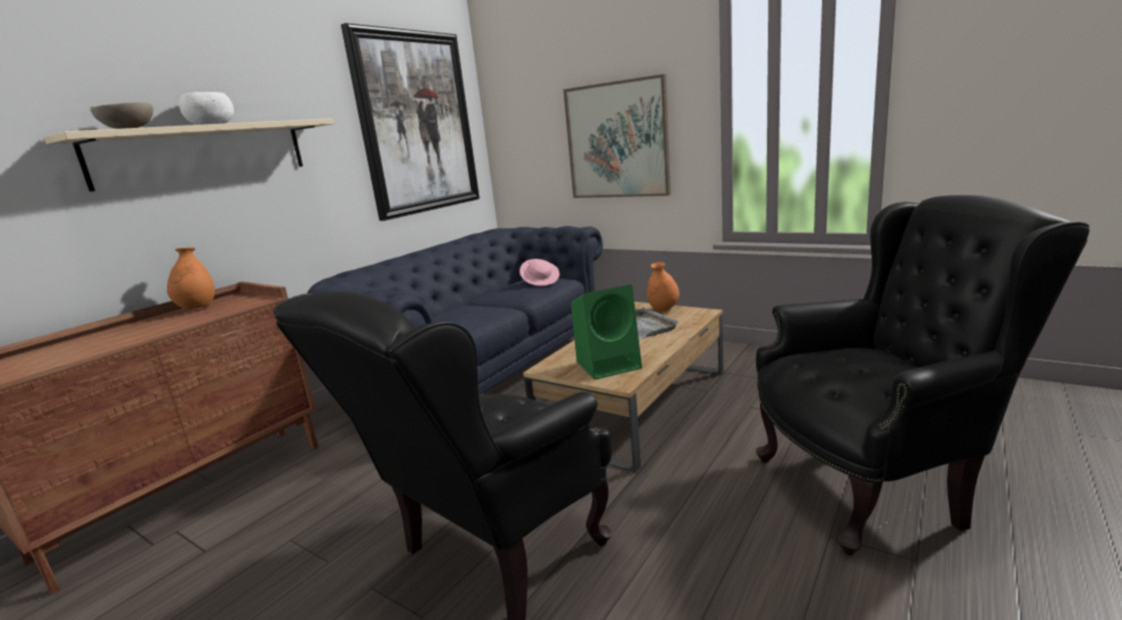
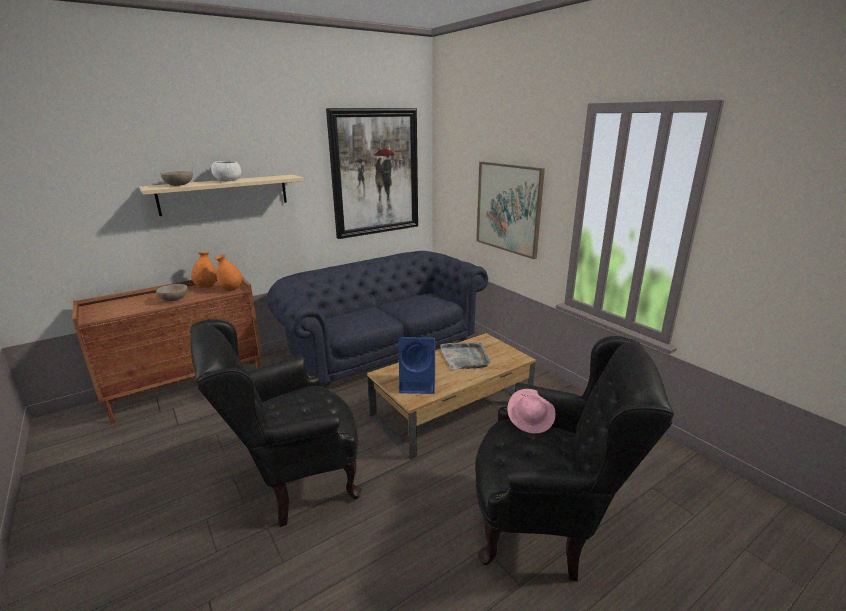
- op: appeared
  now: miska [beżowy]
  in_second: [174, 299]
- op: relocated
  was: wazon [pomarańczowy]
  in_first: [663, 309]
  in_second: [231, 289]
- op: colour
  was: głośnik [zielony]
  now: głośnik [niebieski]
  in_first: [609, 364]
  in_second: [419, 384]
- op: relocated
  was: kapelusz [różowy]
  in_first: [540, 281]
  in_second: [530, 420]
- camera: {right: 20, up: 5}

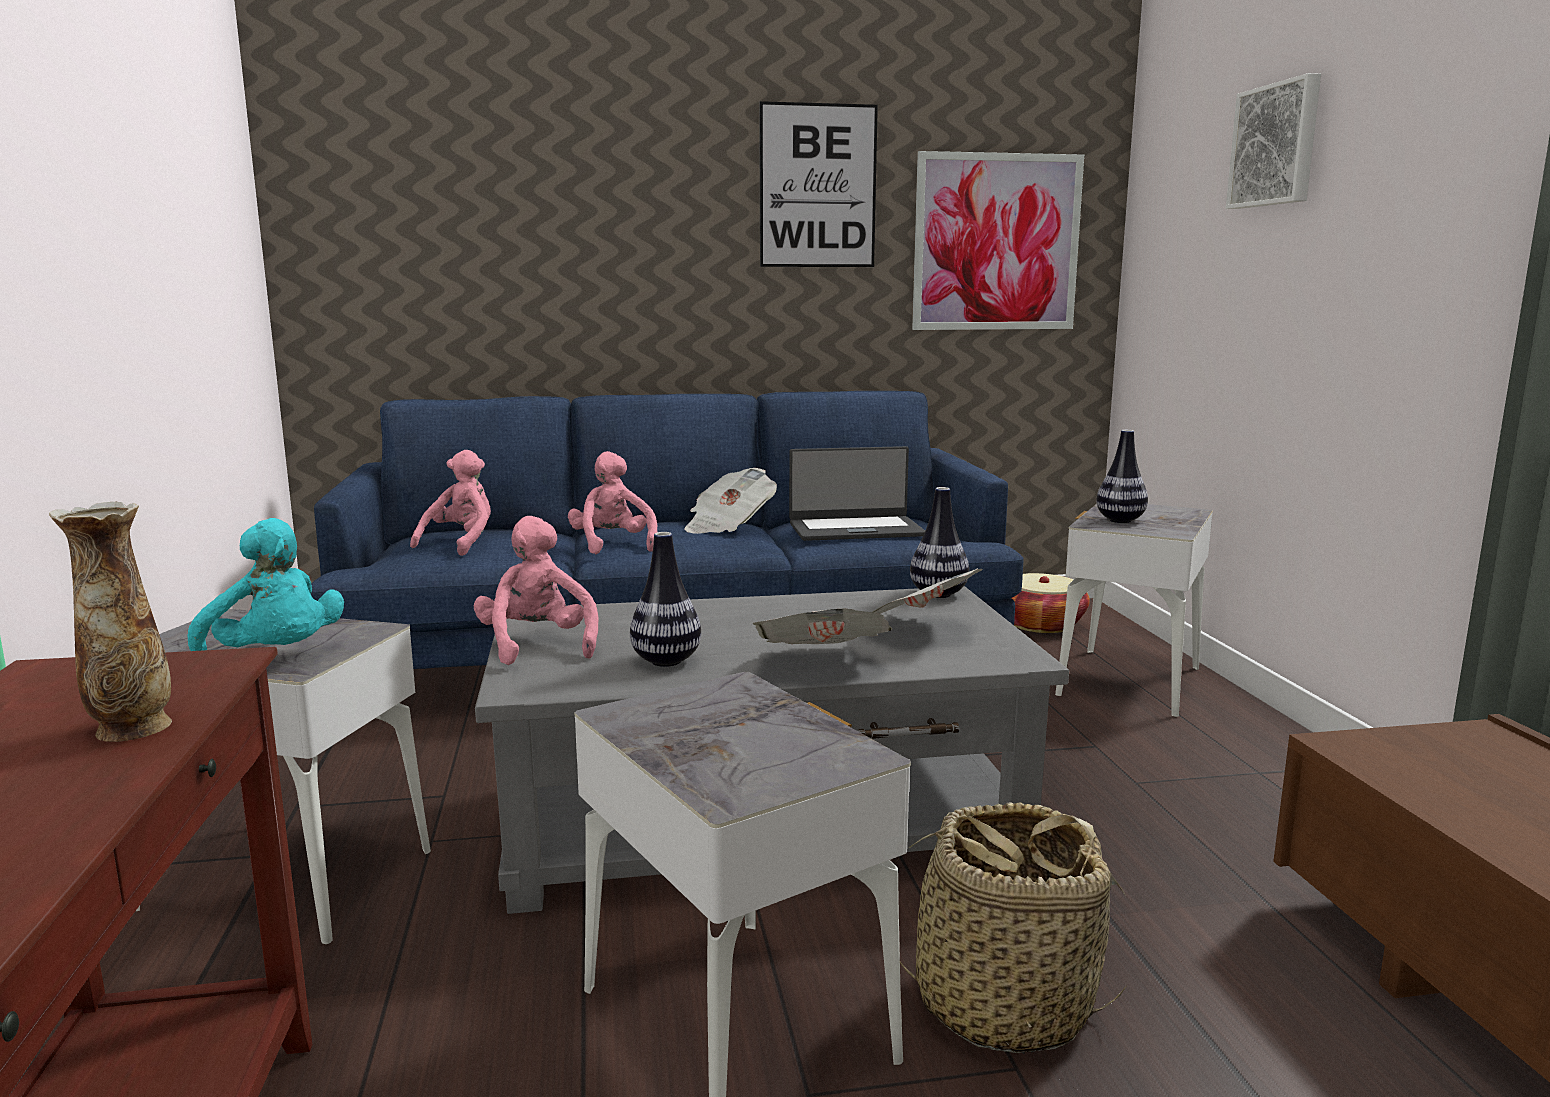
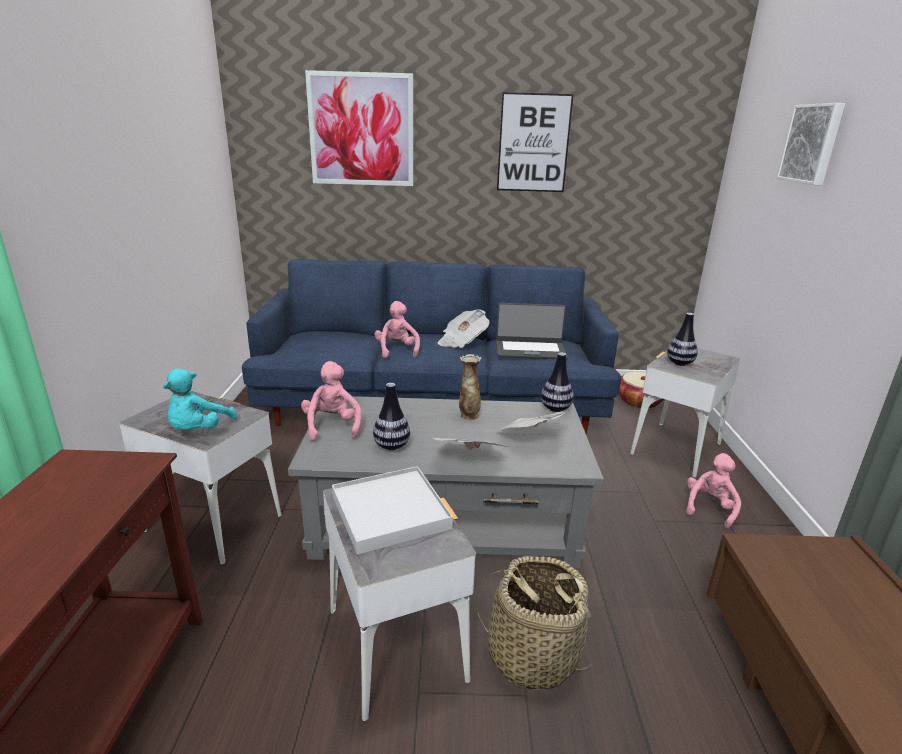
- op: spun
  was: pluszak [turkusowy]
  in_first: [276, 657]
  in_second: [199, 430]
  clockwise: 60
- op: relocated
  was: obraz
  in_first: [996, 243]
  in_second: [361, 130]
- op: appeared
  now: taca [biały]
  in_second: [389, 512]
- op: relocated
  was: wazon
  in_first: [131, 728]
  in_second: [469, 415]
- op: relocated
  was: pluszak [różowy]
  in_first: [461, 544]
  in_second: [709, 508]
- camera: {right: 10, up: 10}

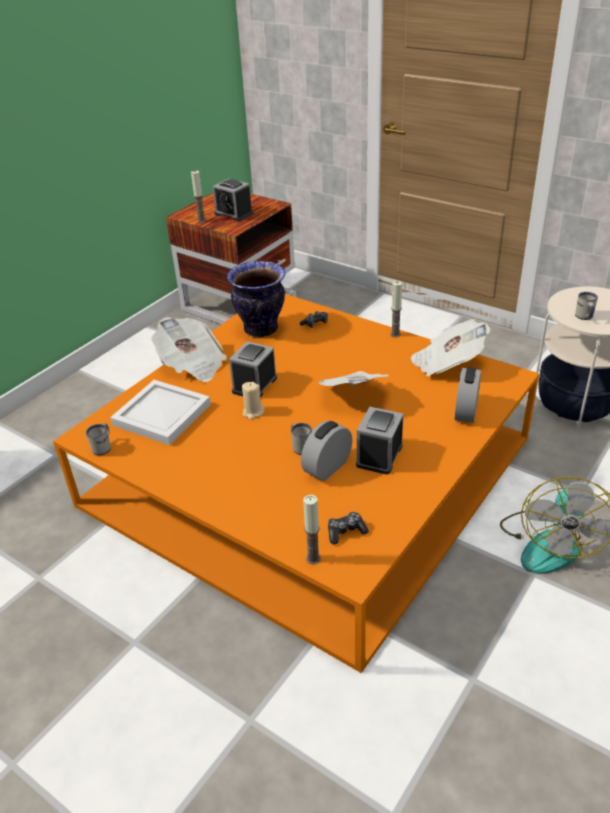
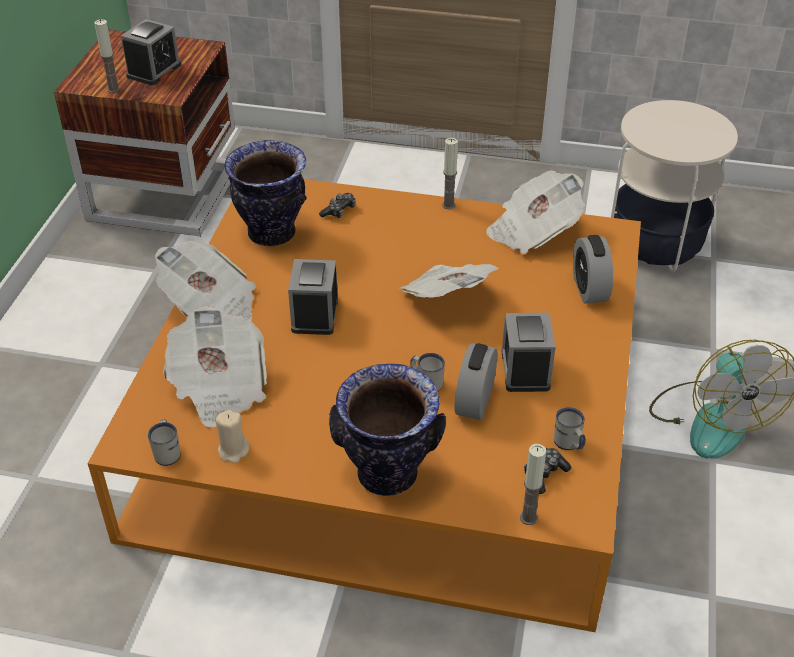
- op: spun
  was: budzik
  in_first: [234, 213]
  in_second: [154, 70]
  clockwise: -75
- op: exchanged
  was: taca [biały]
  now: gazeta
  in_first: [162, 415]
  in_second: [219, 387]
- op: relocated
  was: świeca [beżowy]
  in_first: [253, 412]
  in_second: [233, 451]
- op: appeared
  now: wazon
  in_second: [387, 475]
- op: relocated
  was: kubek [biały]
  in_first: [584, 317]
  in_second: [569, 445]
- camera: {right: -25, up: 5}

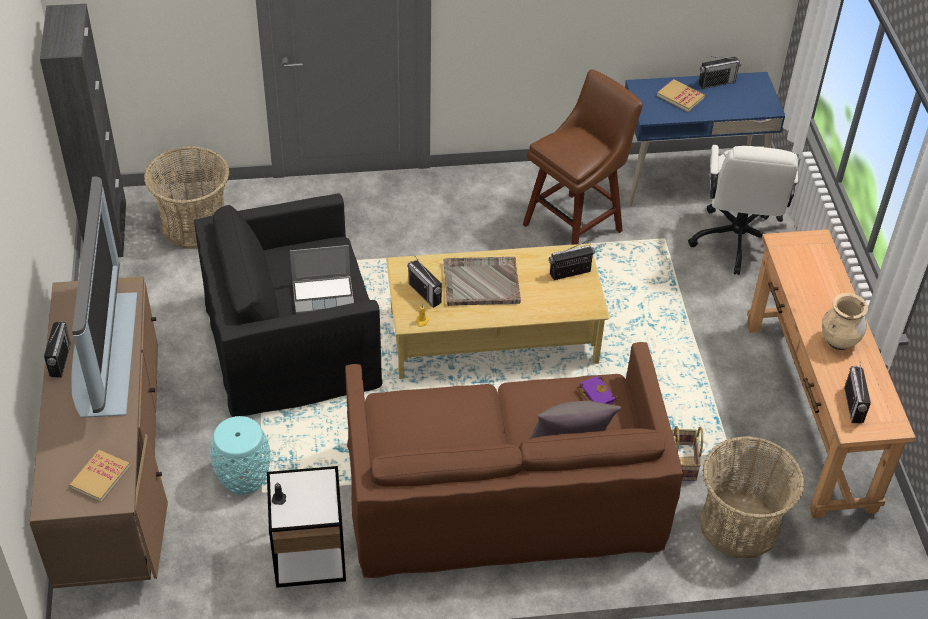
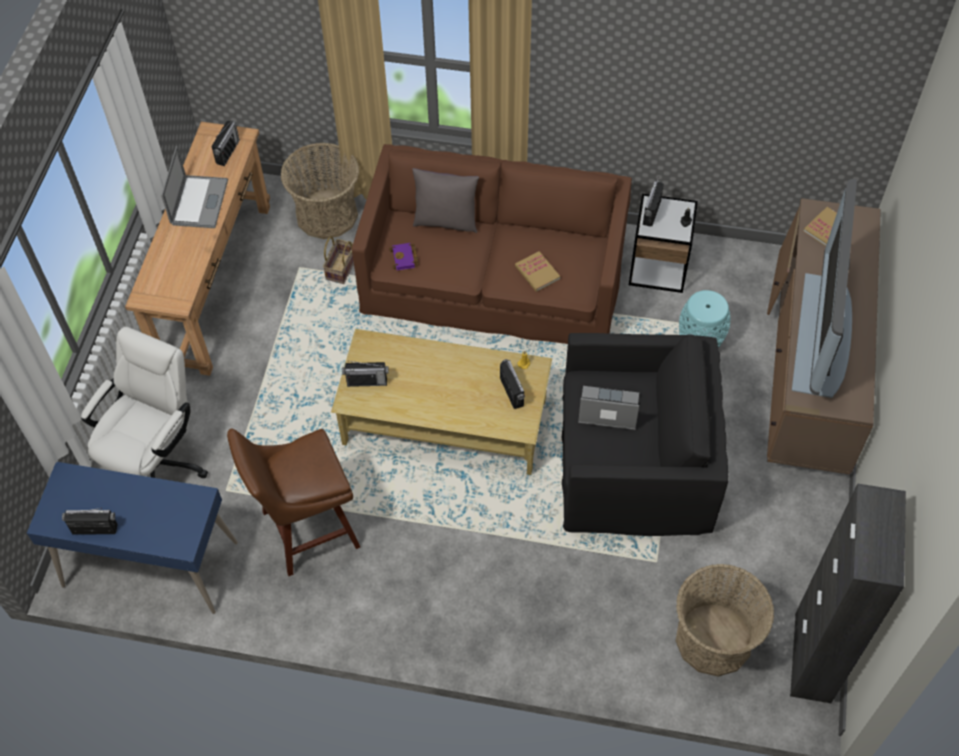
- op: exchanged
  was: wazon [beżowy]
  now: laptop
  in_first: [839, 341]
  in_second: [199, 202]
- op: relocated
  was: książka
  in_first: [680, 97]
  in_second: [537, 272]
- op: relocated
  was: radio
  in_first: [60, 360]
  in_second: [651, 212]
- op: missing
  was: taca [szary]
  in_first: [480, 282]
- camera: {right: -160, up: 10}

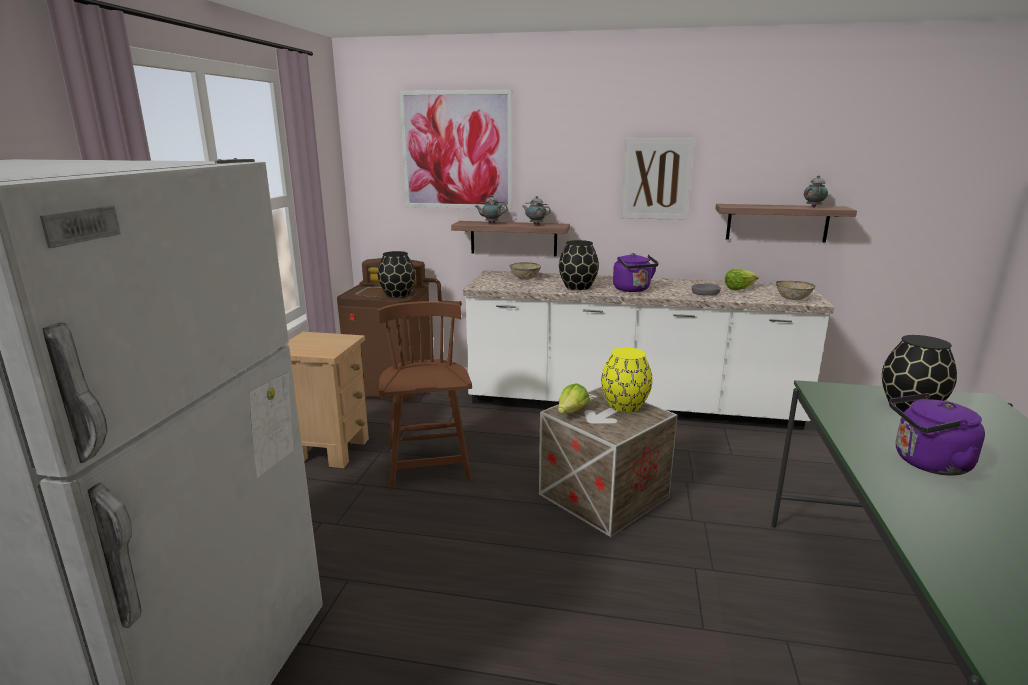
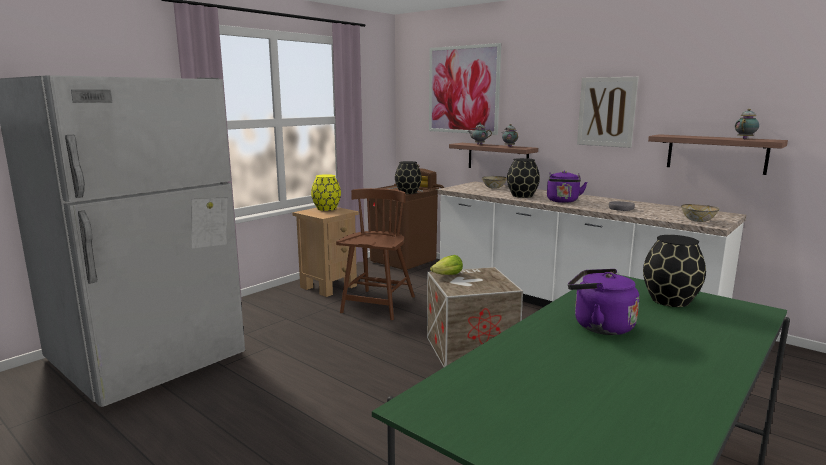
- op: relocated
  was: wazon [żółty]
  in_first: [625, 406]
  in_second: [326, 209]
- op: missing
  was: sałata
  in_first: [739, 288]
- camera: {right: 30, up: -5}

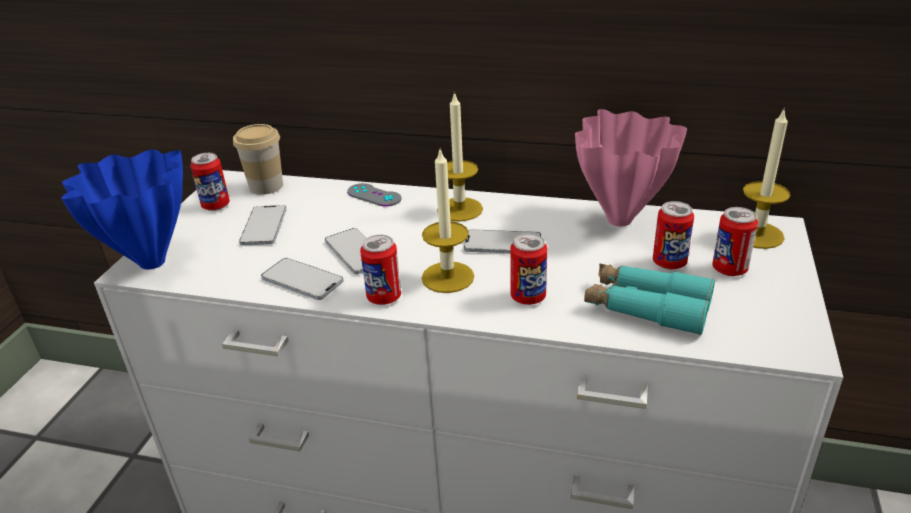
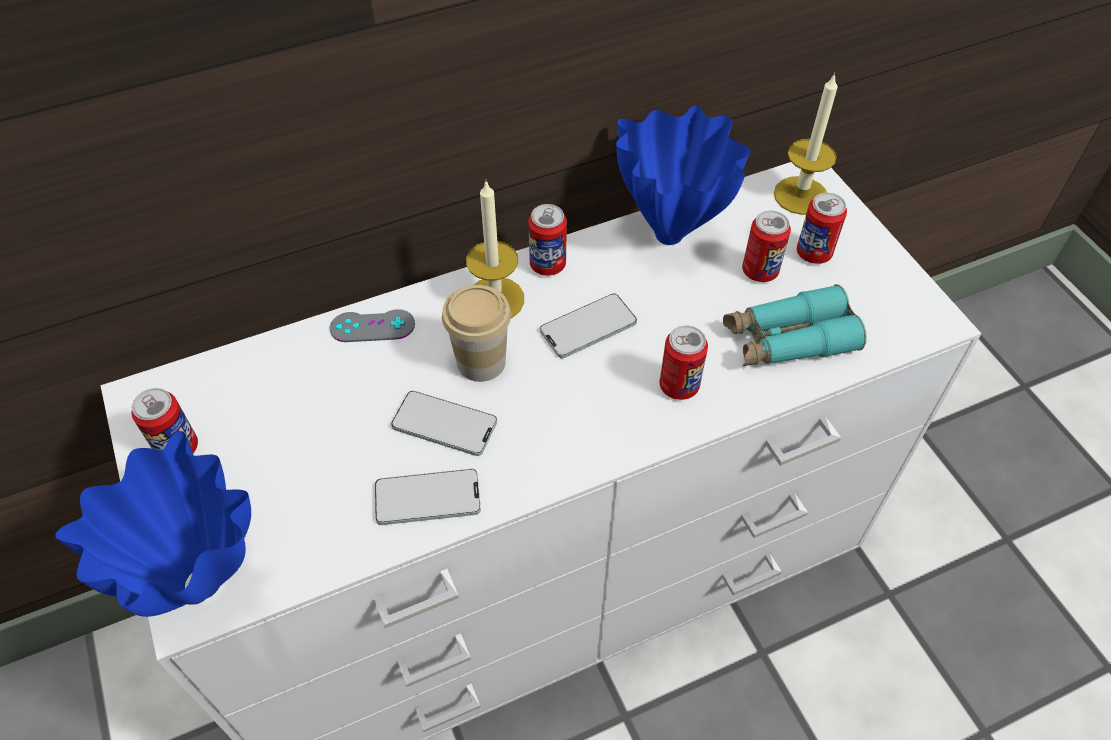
- op: relocated
  was: filiżanka
  in_first: [266, 186]
  in_second: [481, 362]
- op: relocated
  was: puszka
  in_first: [384, 297]
  in_second: [547, 265]
- op: colour
  was: wazon [różowy]
  now: wazon [niebieski]
  in_first: [620, 221]
  in_second: [671, 236]
- op: missing
  was: telefon
  in_first: [264, 226]
- op: missing
  was: świeca
  in_first: [447, 277]
- camera: {right: -40, up: 20}

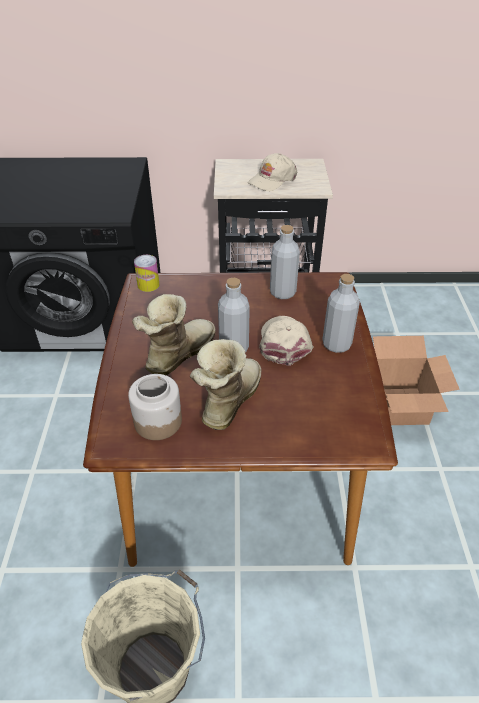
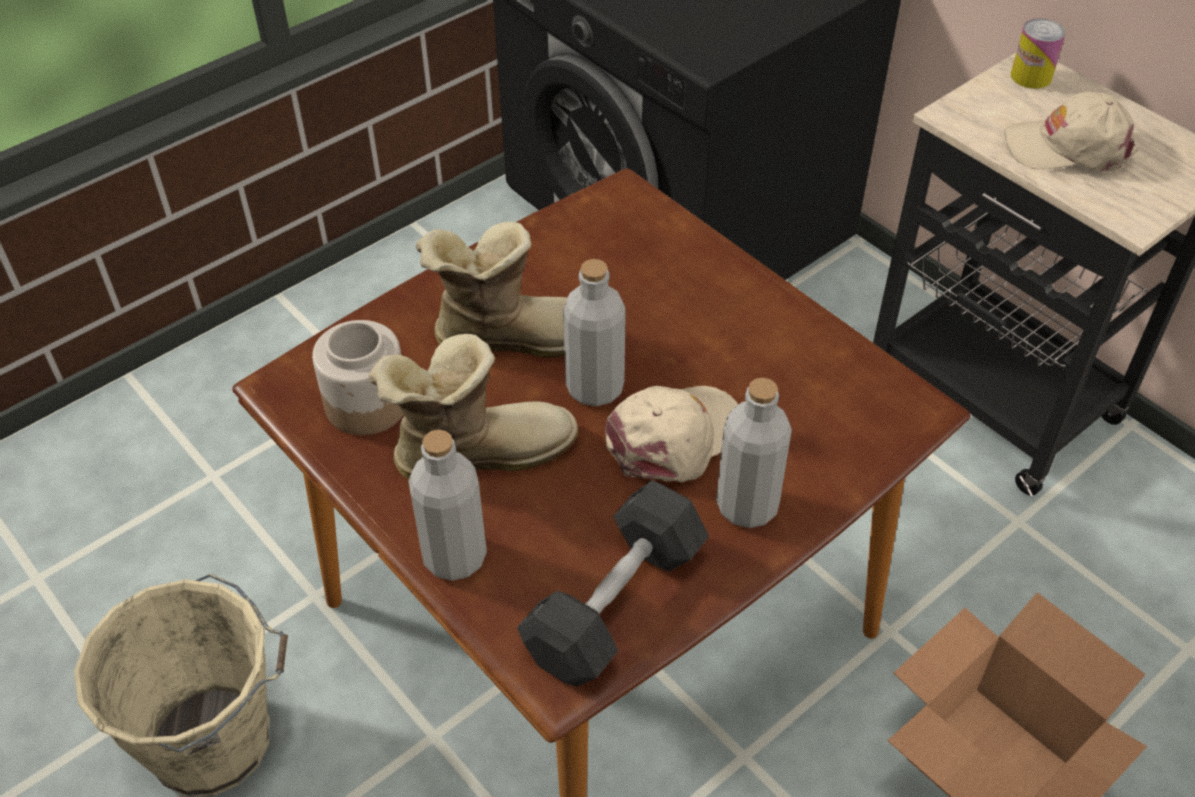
- op: relocated
  was: butelka [szary]
  in_first: [282, 292]
  in_second: [454, 557]
- op: appeared
  now: hantel [szary]
  in_second: [615, 603]
- op: relocated
  was: puszka
  in_first: [148, 285]
  in_second: [1031, 76]
- camera: {right: 50, up: 5}

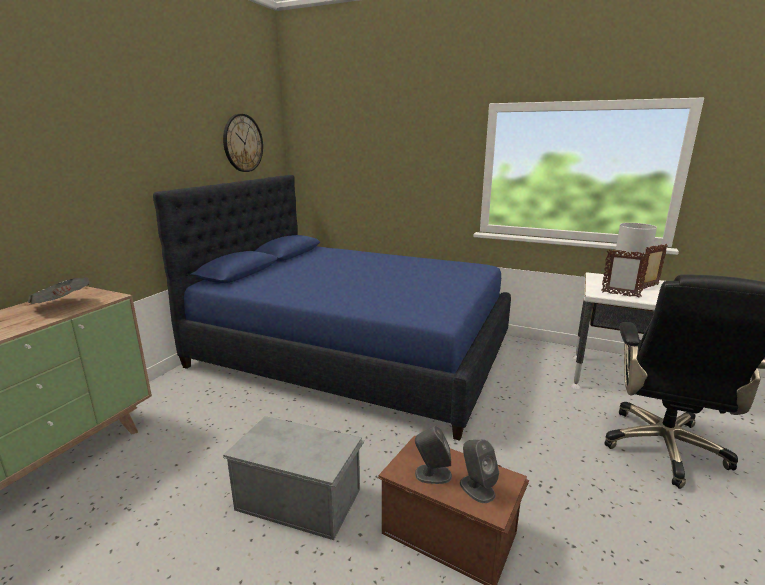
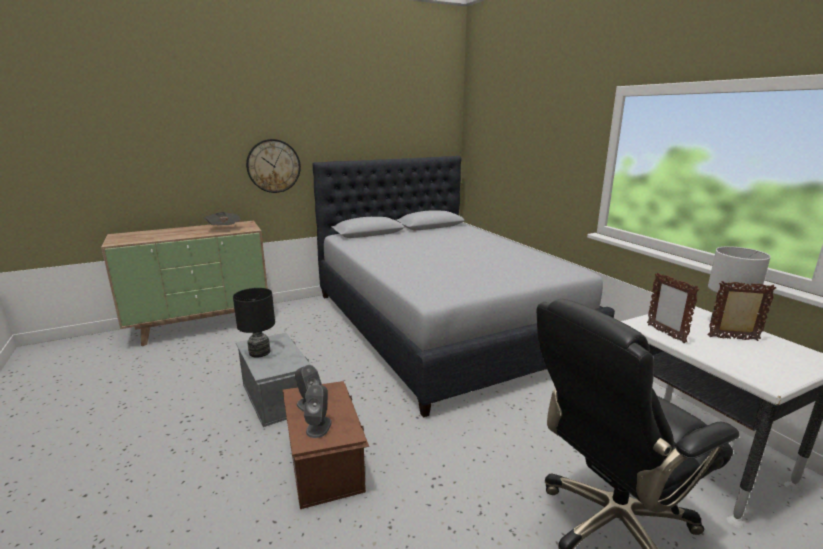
- op: appeared
  now: lampa stołowa [czarny]
  in_second: [260, 352]
- op: relocated
  was: zegar ścienny
  in_first: [243, 143]
  in_second: [273, 166]
- op: colour
  was: łóżko [niebieski]
  now: łóżko [szary]
  in_first: [353, 352]
  in_second: [442, 324]
- camera: {right: 40, up: 0}

